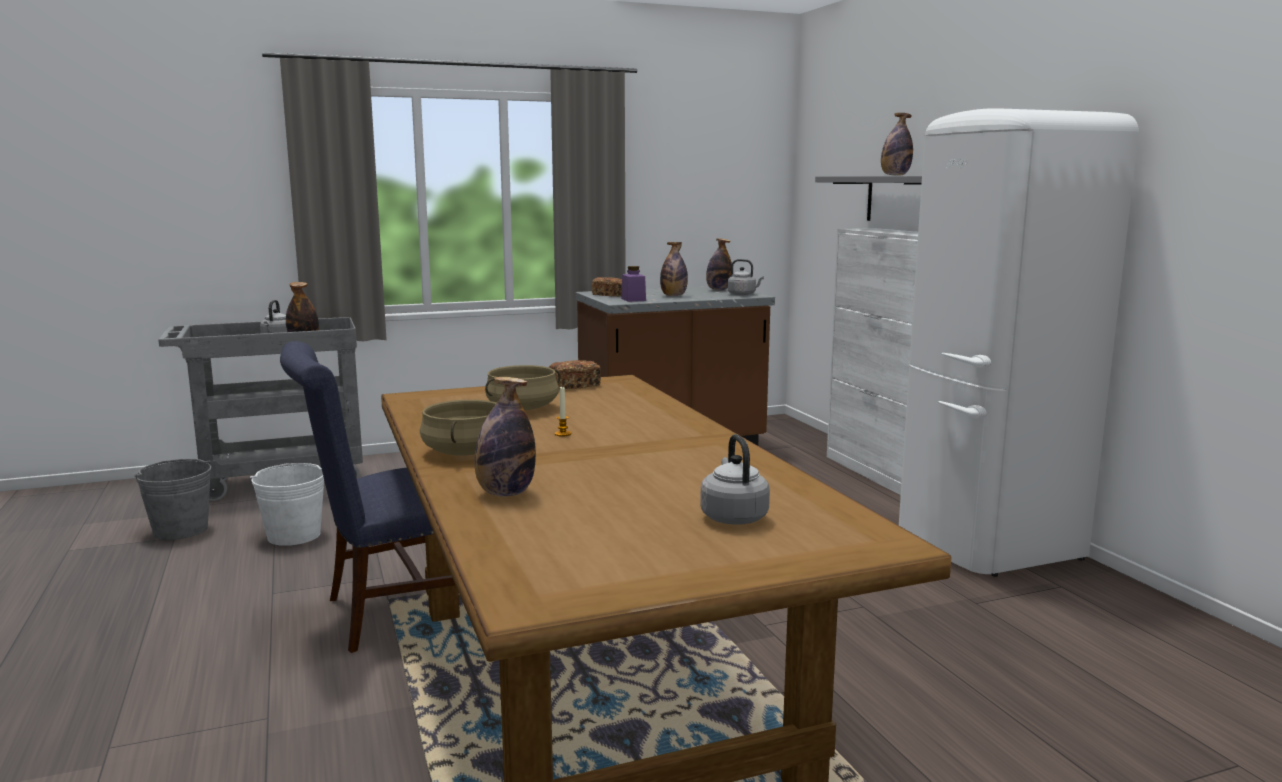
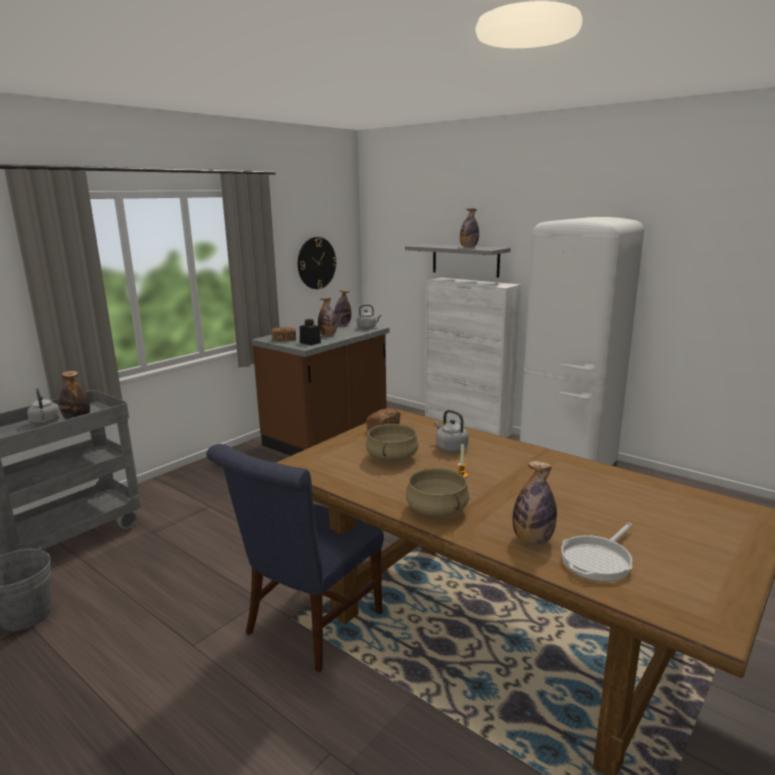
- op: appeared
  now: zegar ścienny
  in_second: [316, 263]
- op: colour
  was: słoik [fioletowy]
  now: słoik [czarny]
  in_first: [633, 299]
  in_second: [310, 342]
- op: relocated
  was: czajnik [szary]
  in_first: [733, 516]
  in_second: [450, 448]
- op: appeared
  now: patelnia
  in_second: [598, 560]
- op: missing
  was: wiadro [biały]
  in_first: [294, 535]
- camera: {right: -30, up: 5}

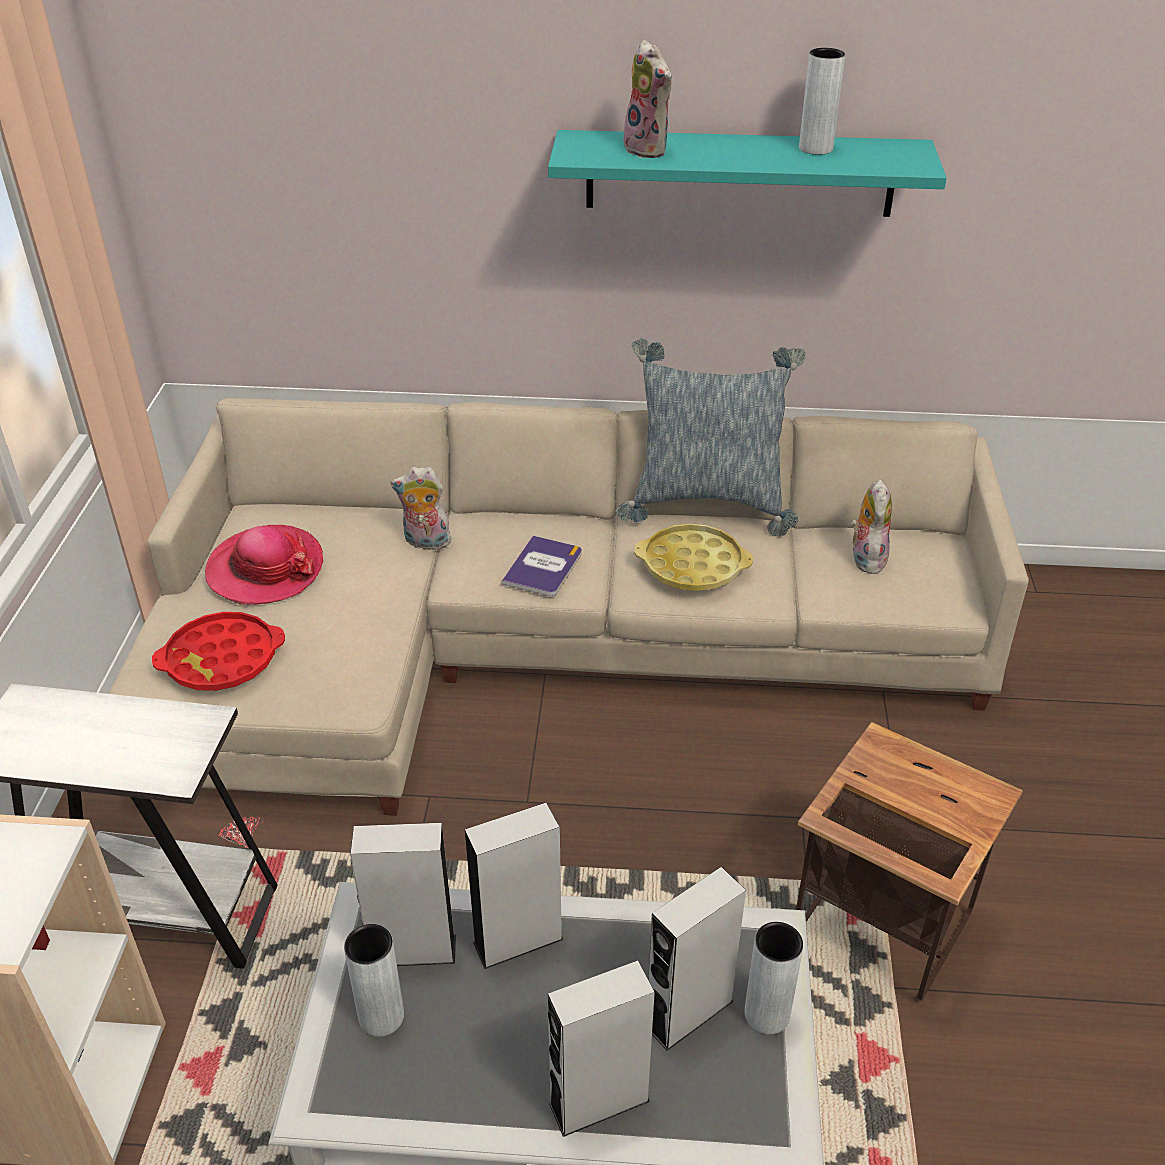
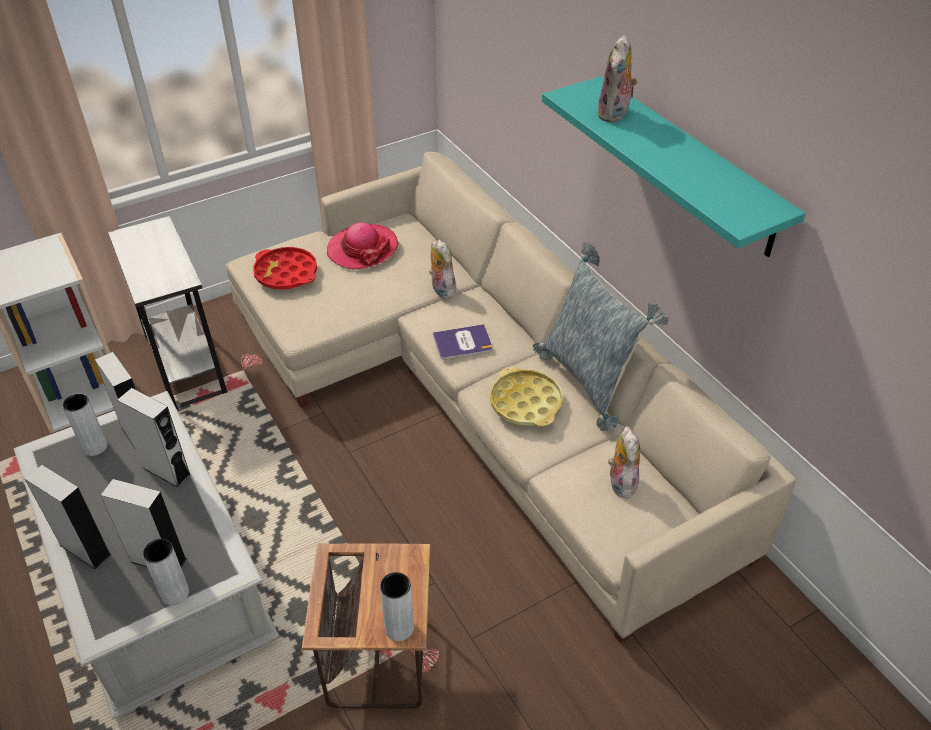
- op: relocated
  was: wazon [szary]
  in_first: [815, 148]
  in_second: [399, 628]
- op: spun
  was: pluszak
  in_first: [865, 558]
  in_second: [620, 482]
  clockwise: -60
- camera: {right: 55, up: 5}

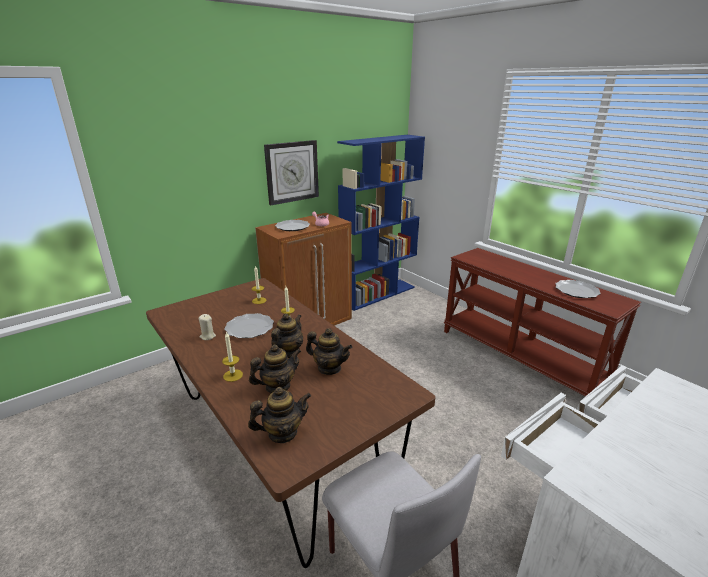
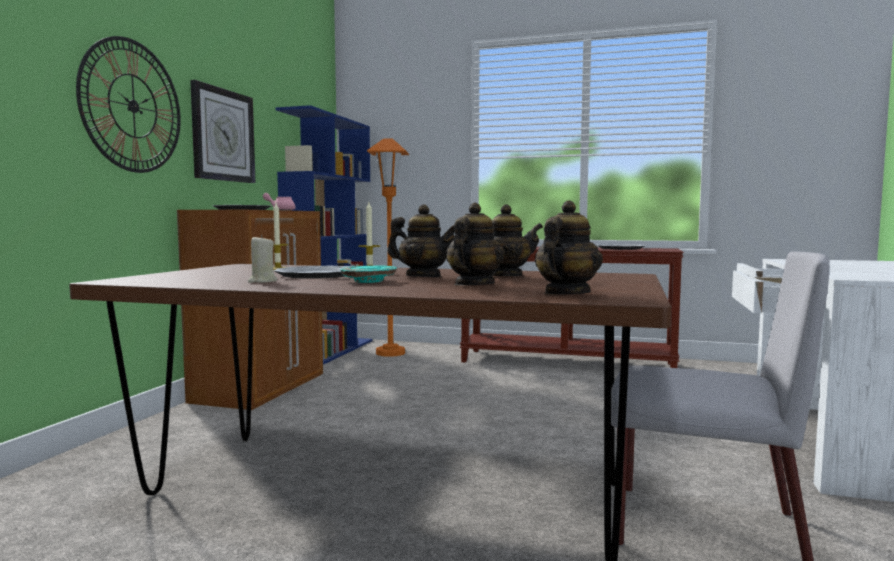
- op: appeared
  now: zegar ścienny
  in_second: [133, 106]
- op: appeared
  now: talerz [turkusowy]
  in_second: [369, 281]
- op: appeared
  now: lampa stojąca [pomarańczowy]
  in_second: [390, 353]
- op: spun
  was: imbryk
  in_first: [288, 352]
  in_second: [423, 277]
  clockwise: 120
- op: missing
  was: świeca
  in_first: [233, 375]
- camera: {right: -35, up: -20}

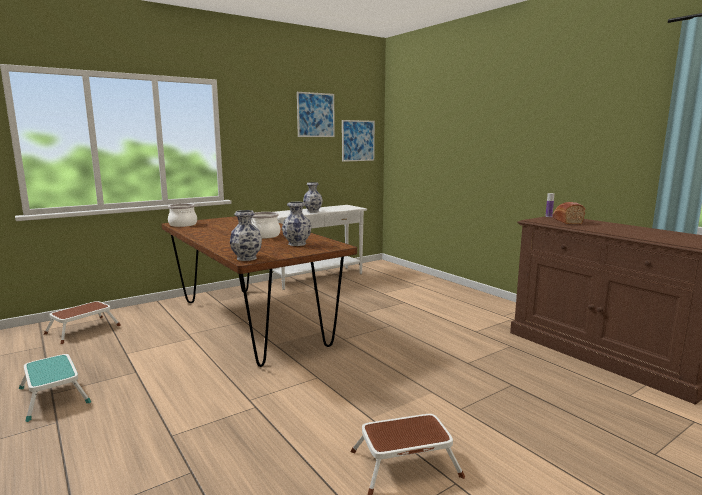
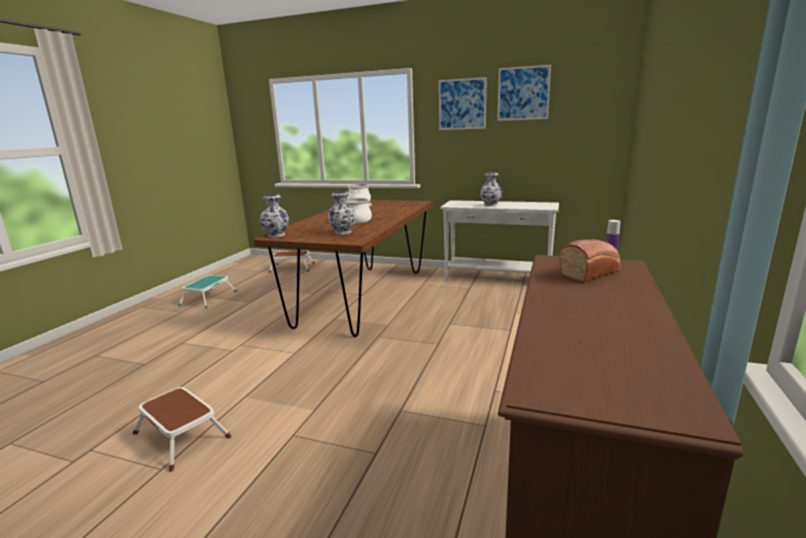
- op: relocated
  was: obraz
  in_first: [358, 140]
  in_second: [462, 104]
- camera: {right: 55, up: 5}

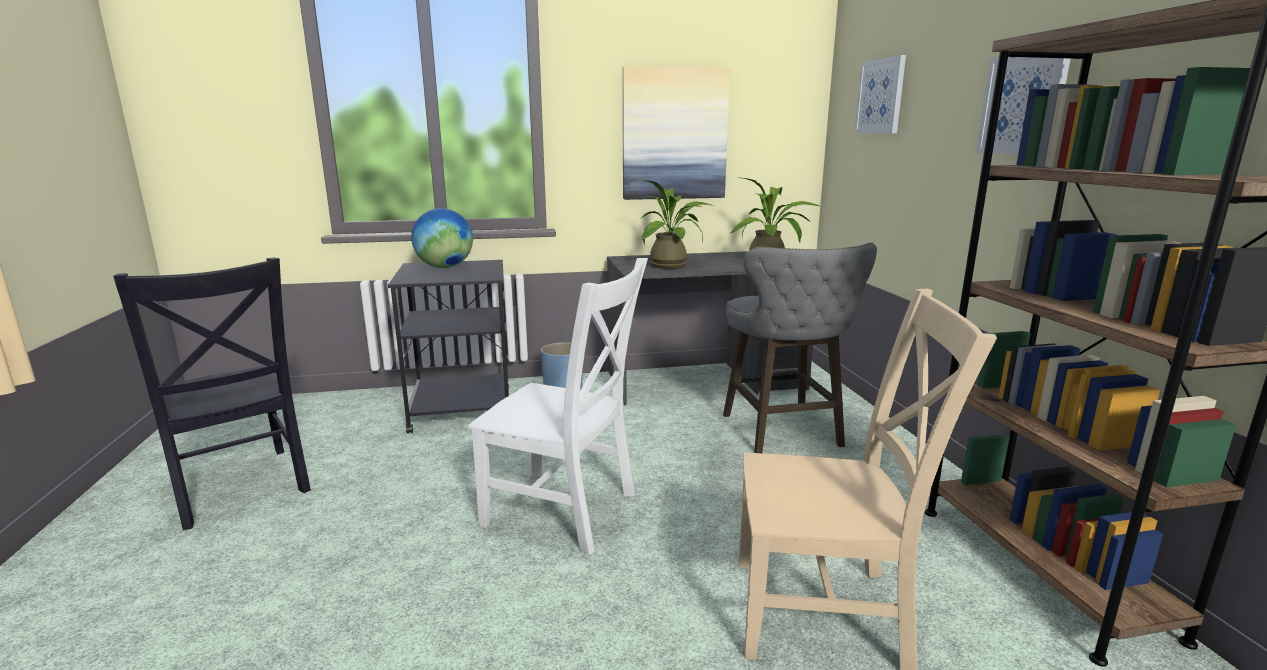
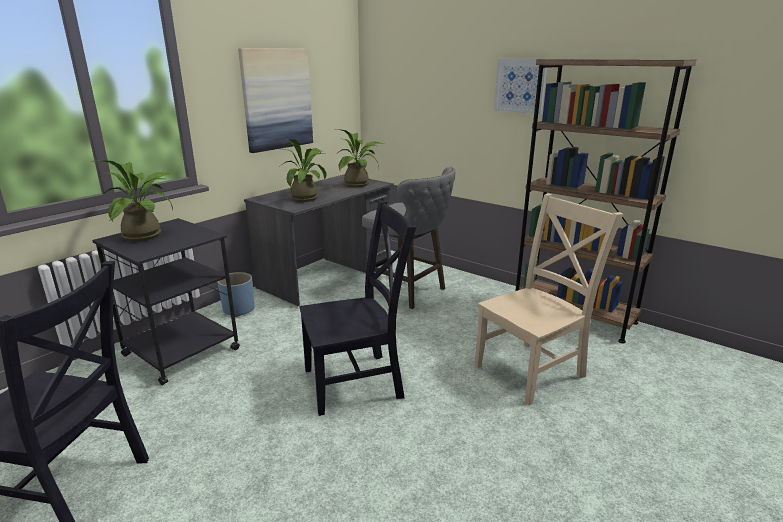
- op: exchanged
  was: globus
  now: roślina doniczkowa
  in_first: [445, 267]
  in_second: [147, 235]
- op: colour
  was: krzesło [biały]
  now: krzesło [czarny]
  in_first: [566, 511]
  in_second: [357, 382]
- op: missing
  was: obraz
  in_first: [880, 96]
- camera: {right: -40, up: 5}

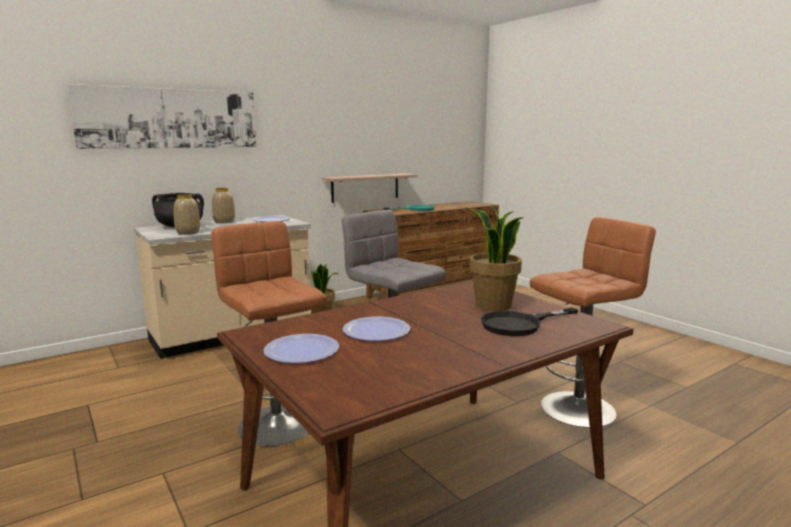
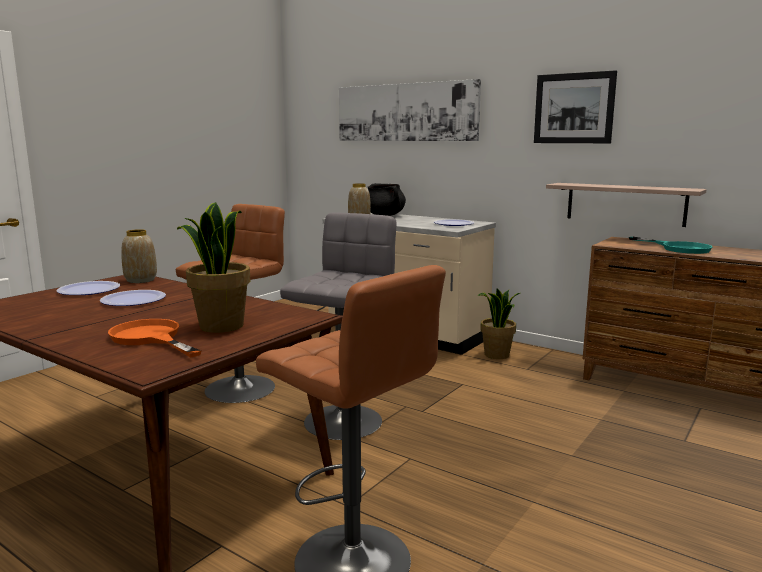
- op: colour
  was: patelnia [czarny]
  now: patelnia [pomarańczowy]
  in_first: [519, 324]
  in_second: [151, 338]
- op: relocated
  was: wazon
  in_first: [224, 222]
  in_second: [140, 280]
- op: appeared
  now: obraz
  in_second: [573, 108]
- camera: {right: 70, up: 0}

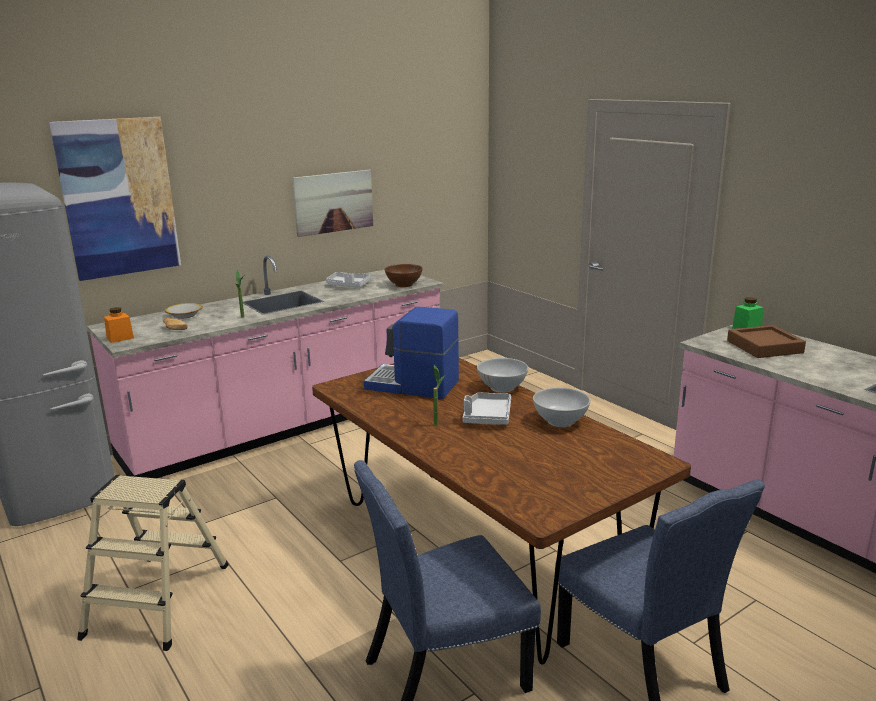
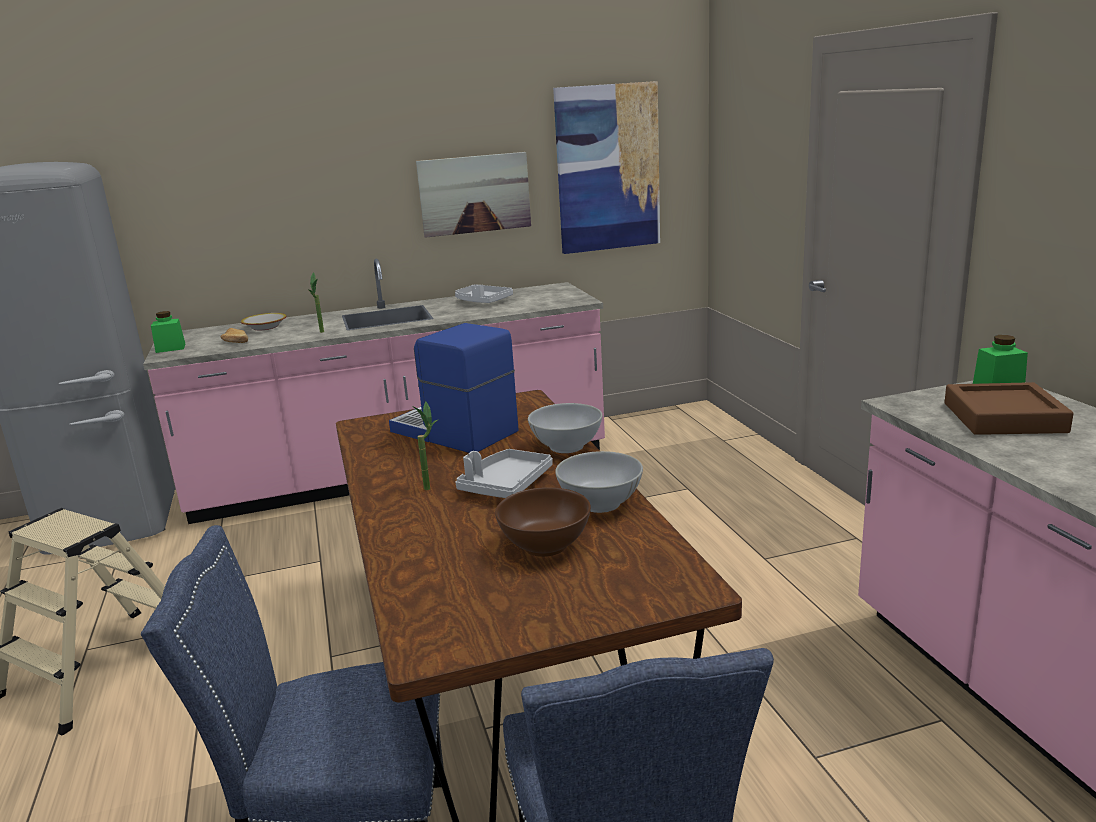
- op: colour
  was: słoik [pomarańczowy]
  now: słoik [zielony]
  in_first: [120, 338]
  in_second: [170, 348]
- op: relocated
  was: miska [brązowy]
  in_first: [403, 285]
  in_second: [544, 546]
- op: relocated
  was: obraz
  in_first: [118, 198]
  in_second: [607, 168]
- camera: {right: 20, up: 0}

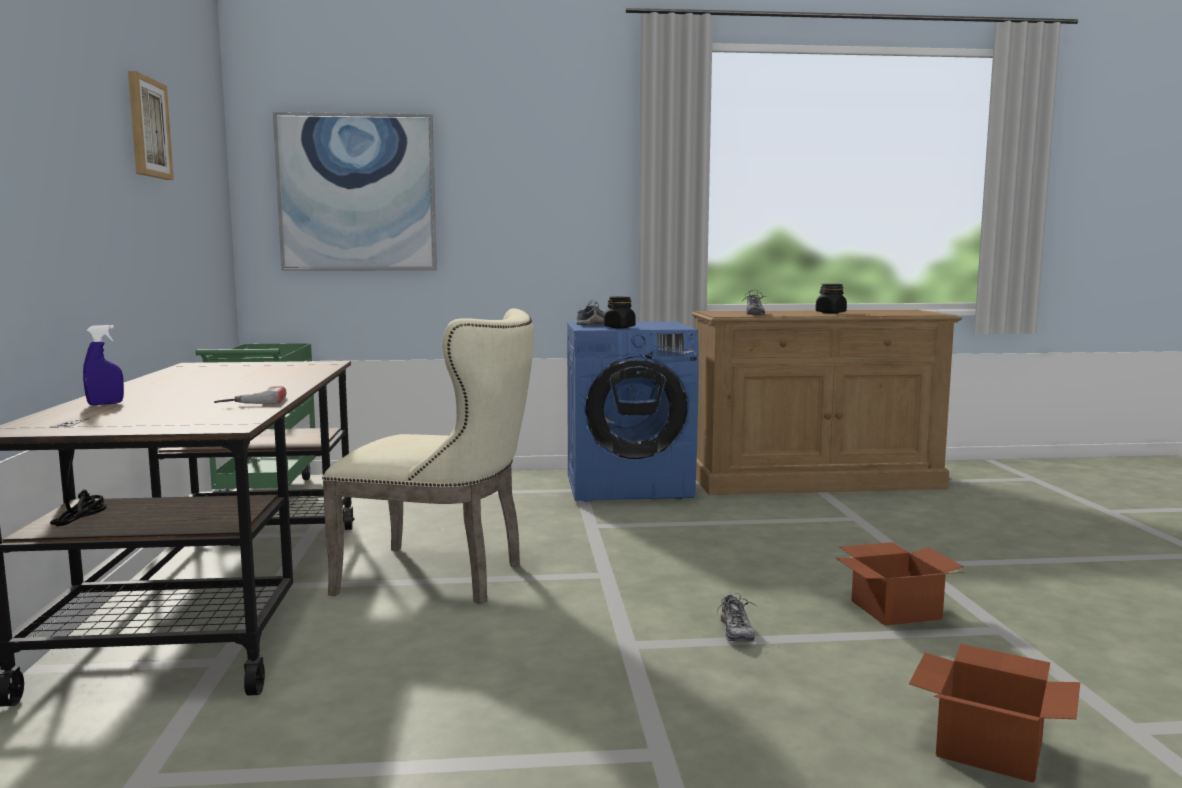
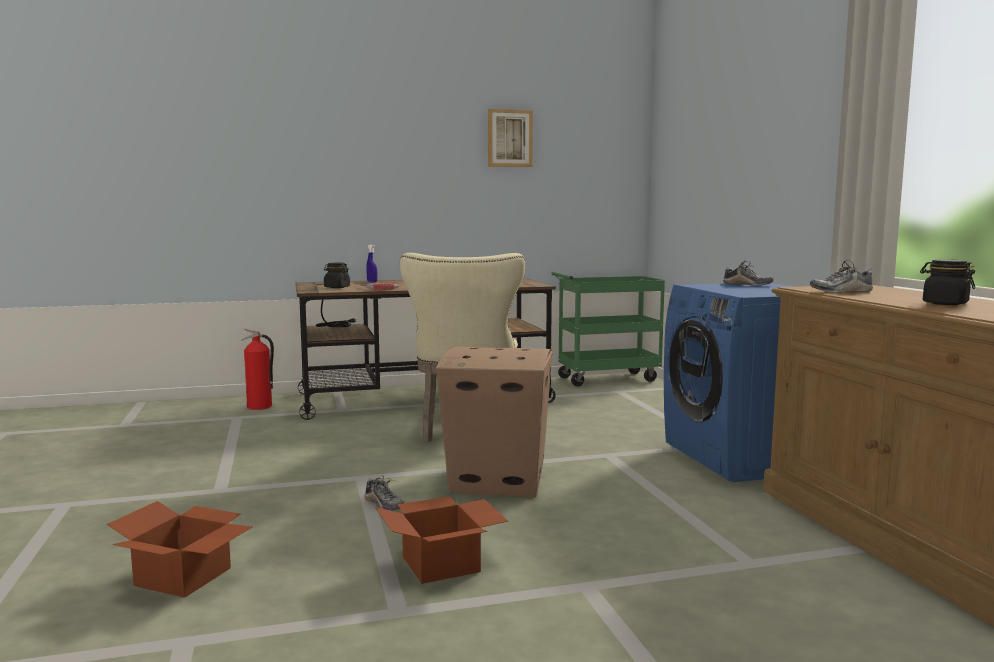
- op: appeared
  now: gaśnica
  in_second: [260, 407]
- op: relocated
  was: słoik [czarny]
  in_first: [619, 327]
  in_second: [336, 287]
- op: spun
  was: but
  in_first: [736, 631]
  in_second: [384, 505]
  clockwise: -120
- op: appeared
  now: karton
  in_second: [495, 480]
- op: missing
  was: obraz
  in_first: [357, 193]
- camera: {right: 80, up: 0}

